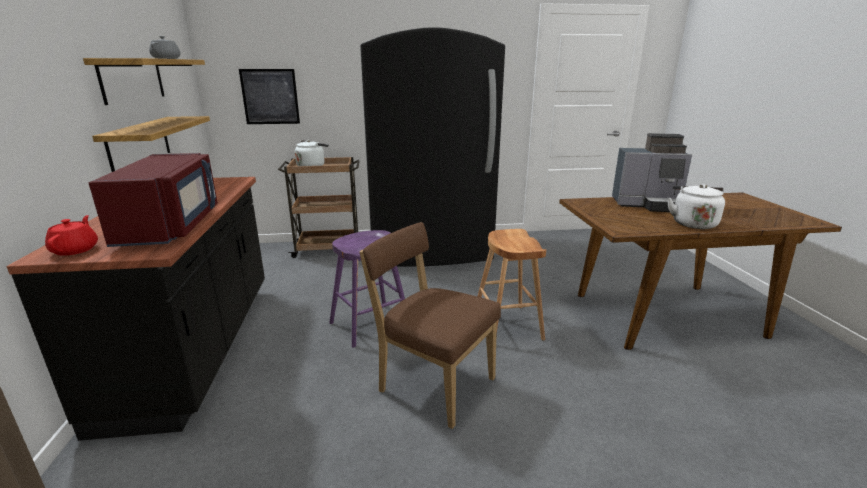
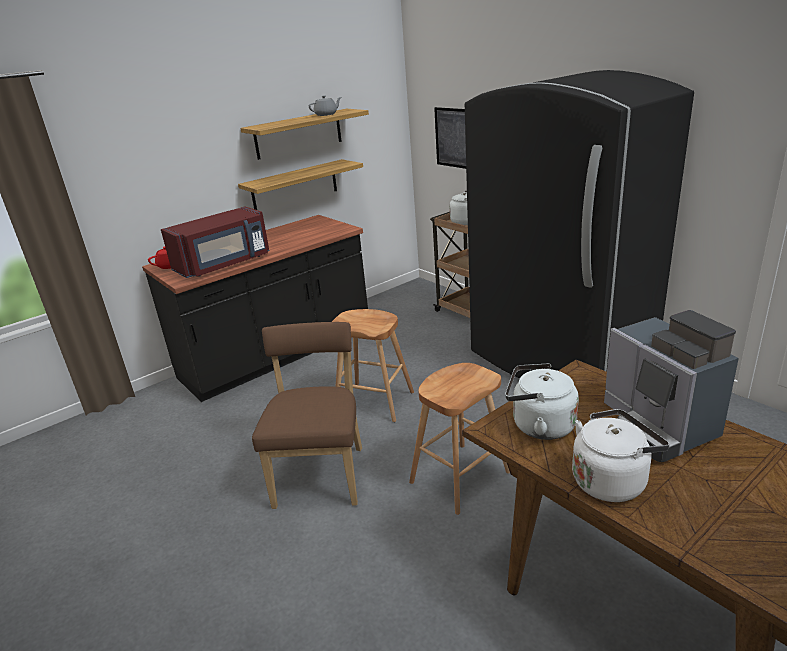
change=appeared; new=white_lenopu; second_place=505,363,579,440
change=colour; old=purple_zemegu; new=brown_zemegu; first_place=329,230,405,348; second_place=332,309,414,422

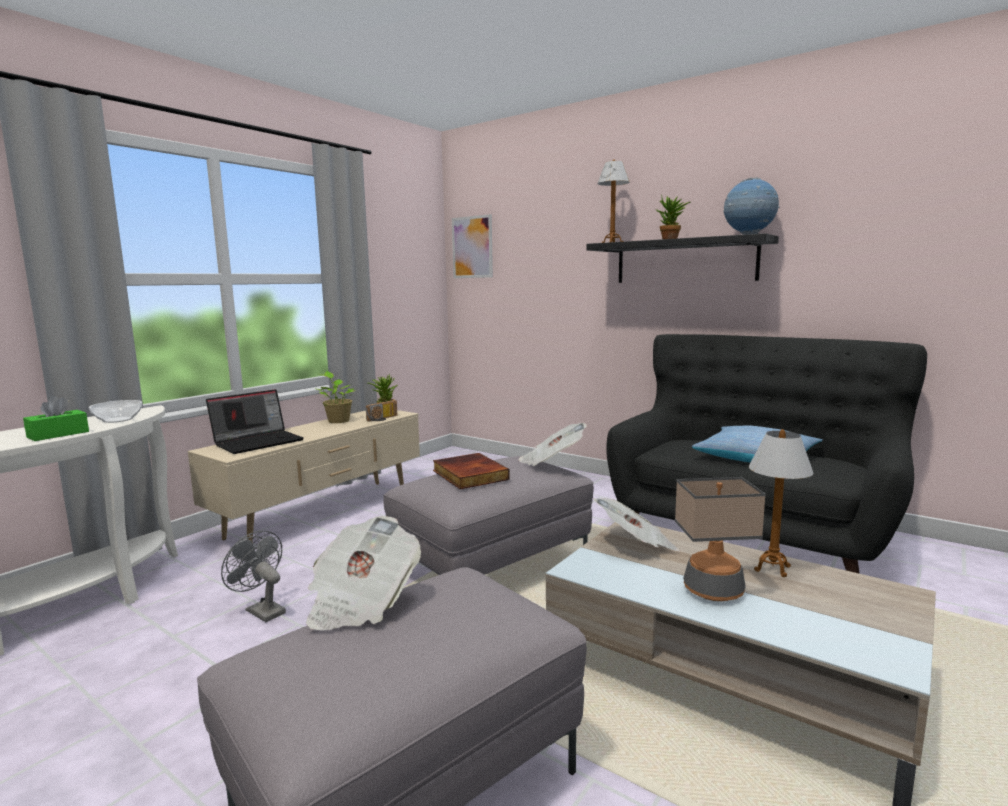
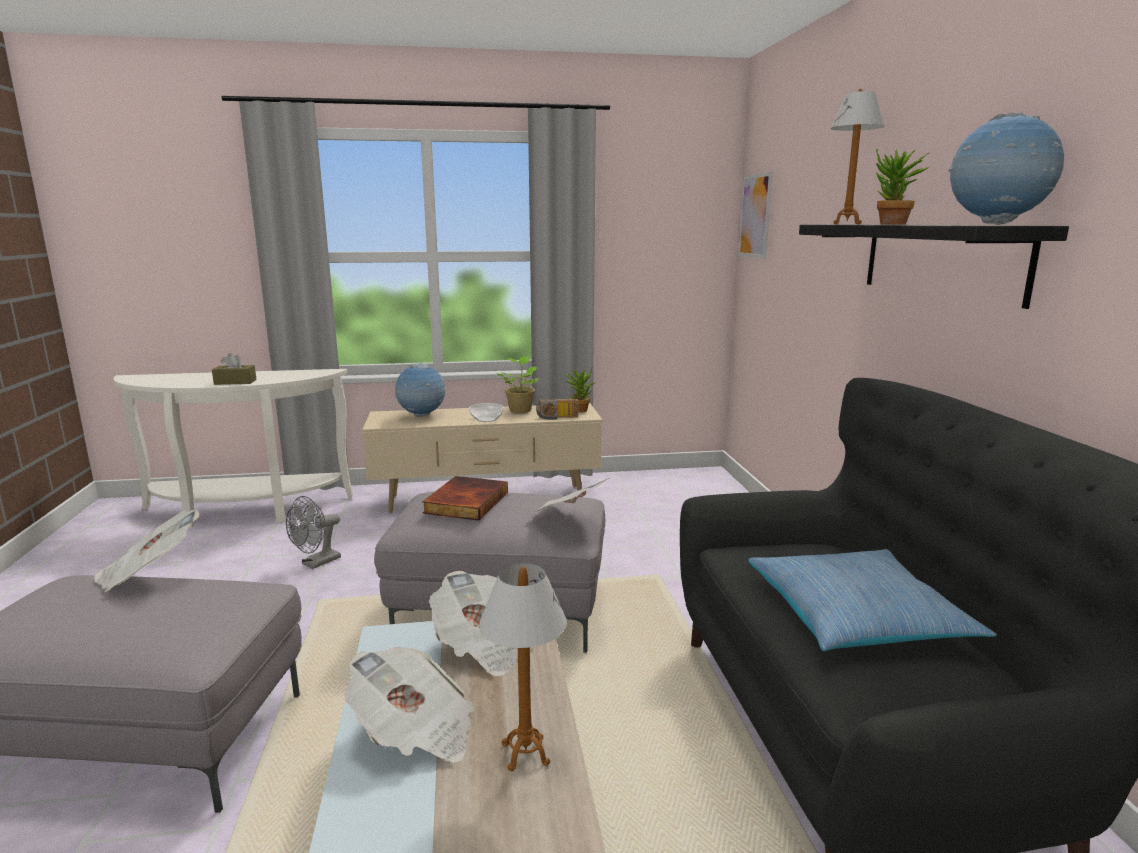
change=relocated; old=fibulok; first_place=89,400,142,423; second_place=469,403,504,422
change=exchanged; old=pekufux; new=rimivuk; first_place=206,389,304,454; second_place=395,363,445,417
change=exchanged; old=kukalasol; new=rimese; first_place=675,477,766,601; second_place=344,647,474,763
change=colour; old=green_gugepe; new=brown_gugepe; first_place=23,396,89,441; second_place=212,353,257,385
change=spun; old=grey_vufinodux; first_place=221,531,286,622; second_place=286,496,341,569; degrees=-135

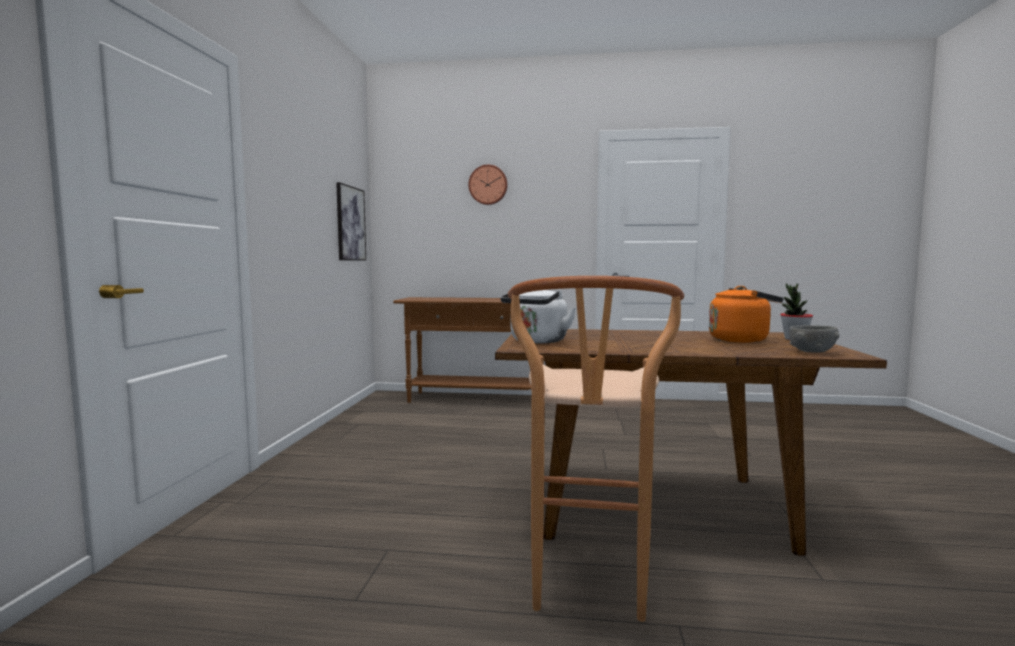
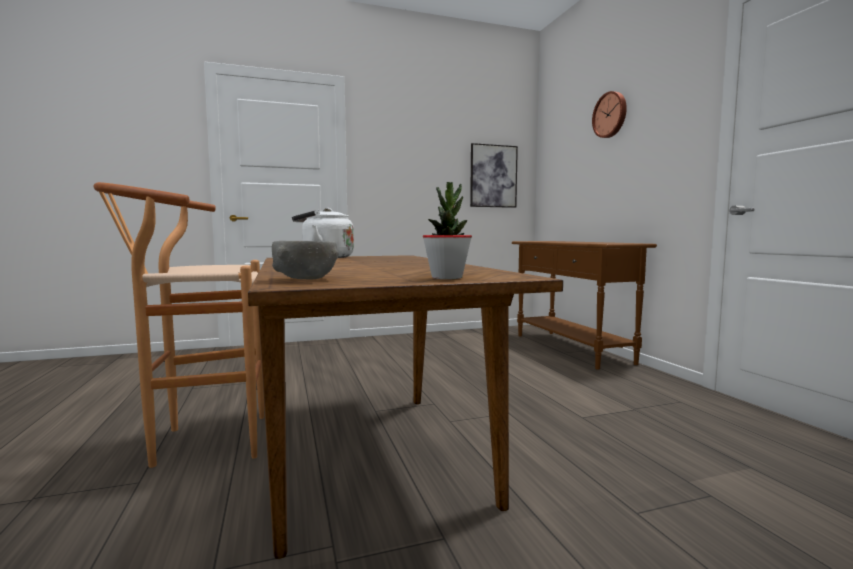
change=missing; old=orange_lenopu; first_place=709,286,784,343

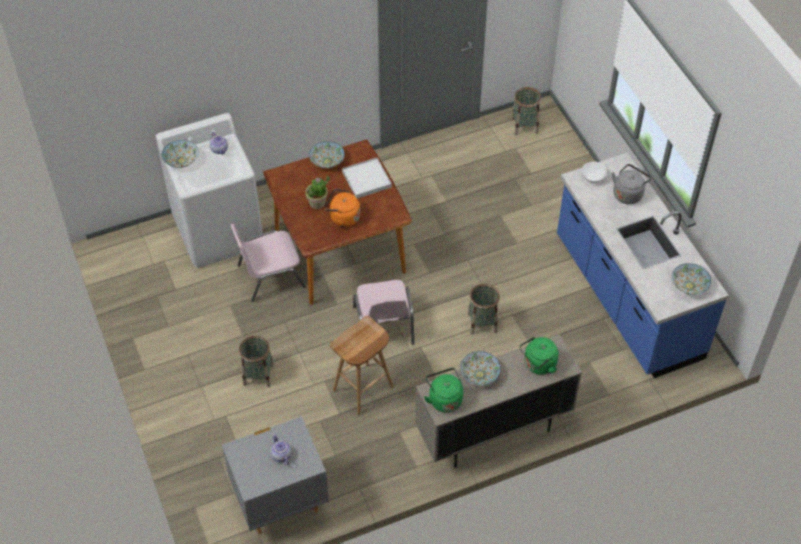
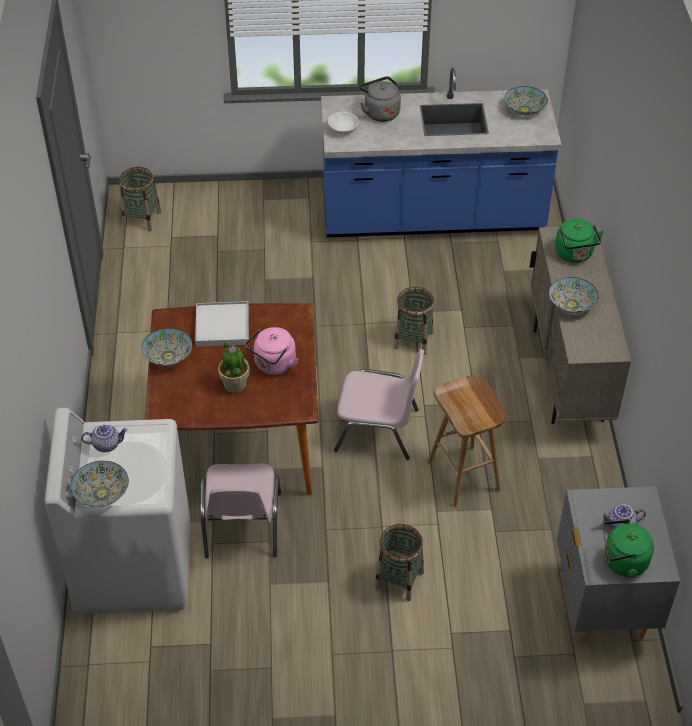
change=relocated; old=green_lenopu; first_place=424,368,463,412; second_place=602,519,654,578
change=colour; old=orange_lenopu; new=pink_lenopu; first_place=325,189,360,227; second_place=245,327,298,375

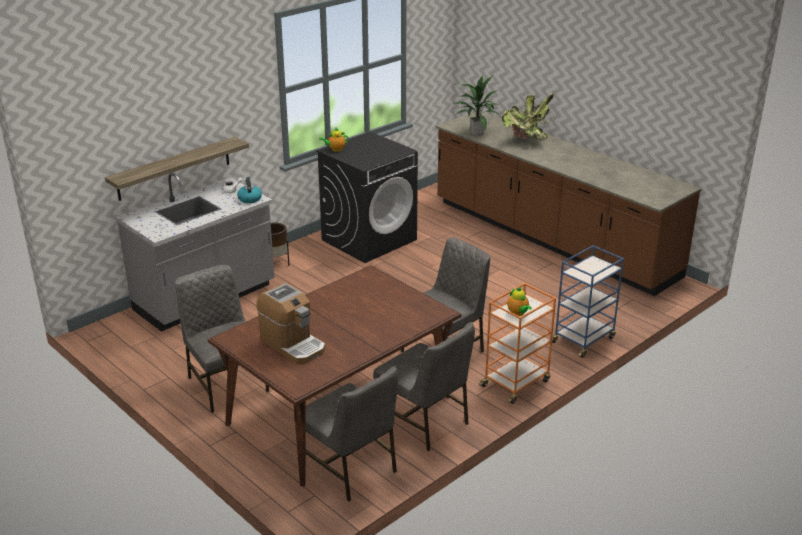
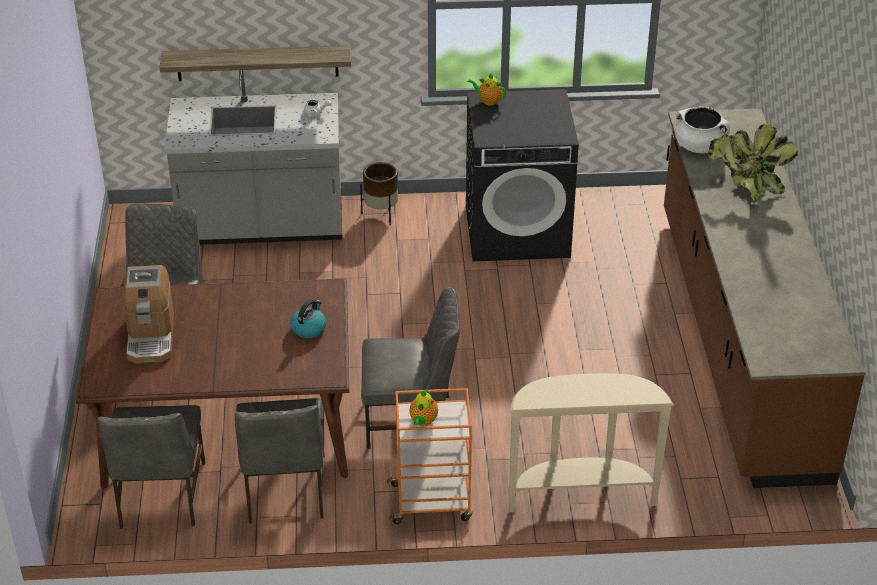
change=relocated; old=lenopu; first_place=237,177,262,203; second_place=290,299,326,338
change=exchanged; old=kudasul; new=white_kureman; first_place=453,75,500,136; second_place=675,107,730,153
change=exchanged; old=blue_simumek; new=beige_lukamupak; first_place=552,245,624,358; second_place=509,373,674,512

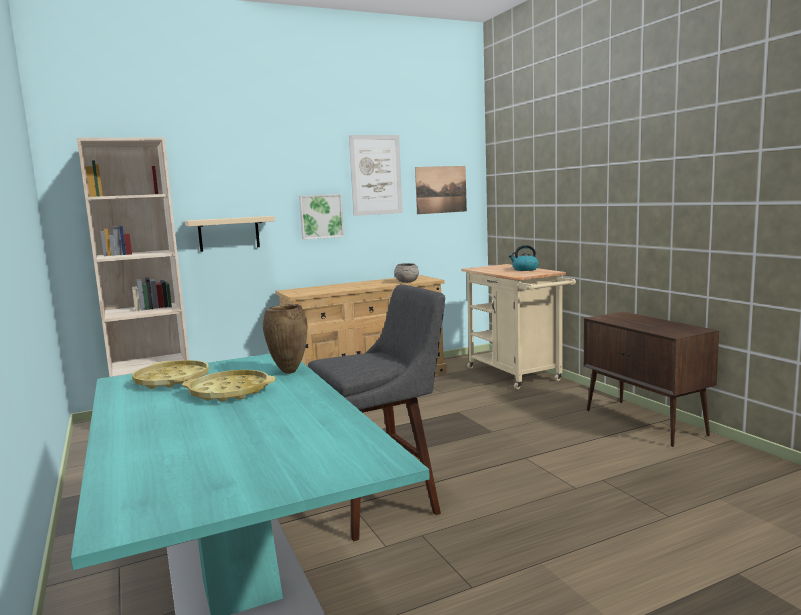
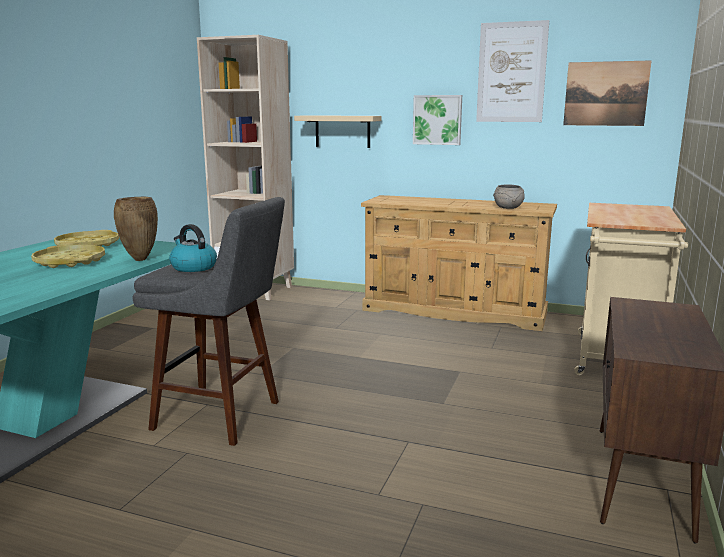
change=relocated; old=lenopu; first_place=509,245,539,271; second_place=169,224,217,272

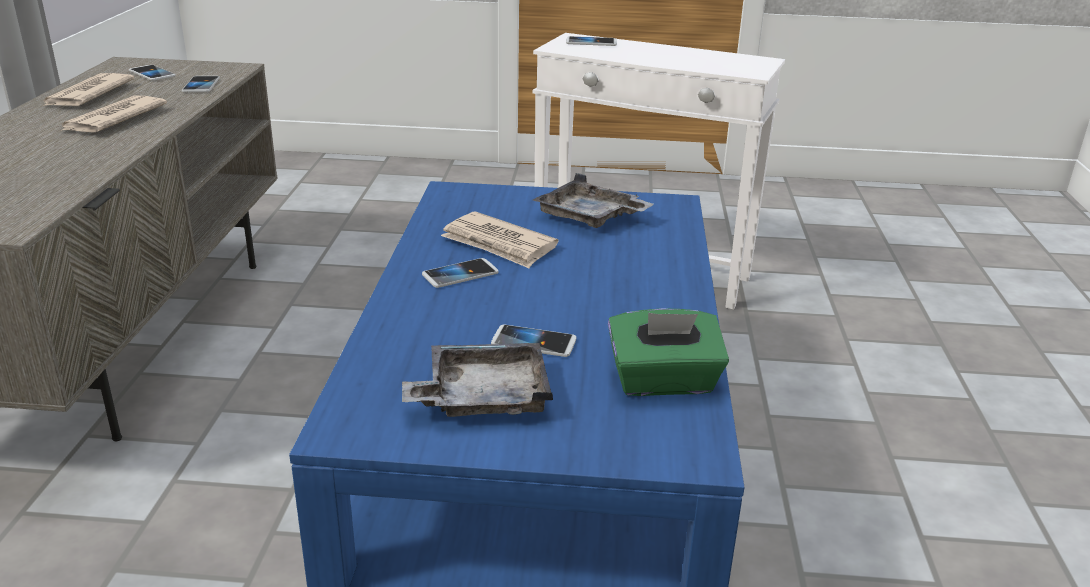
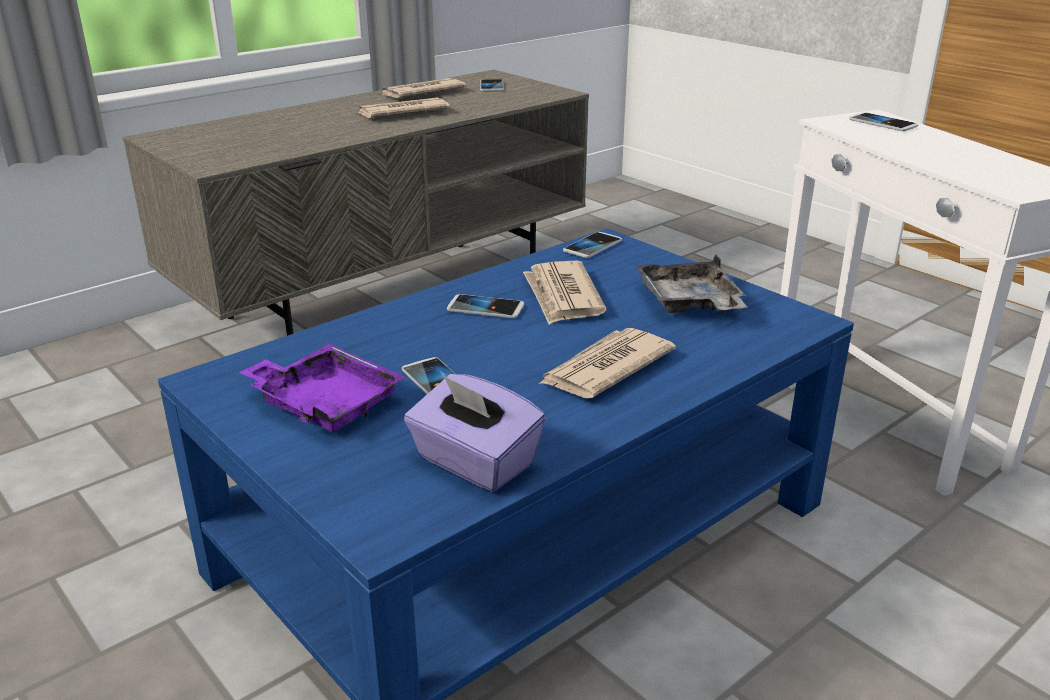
change=appeared; new=rimese; second_place=539,328,676,398
change=relocated; old=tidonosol; first_place=182,76,220,93; second_place=563,232,622,258
change=colour; old=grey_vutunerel; new=purple_vutunerel; first_place=402,343,553,417; second_place=239,344,406,432
change=colour; old=green_gugepe; new=purple_gugepe; first_place=608,308,729,396; second_place=404,374,546,492

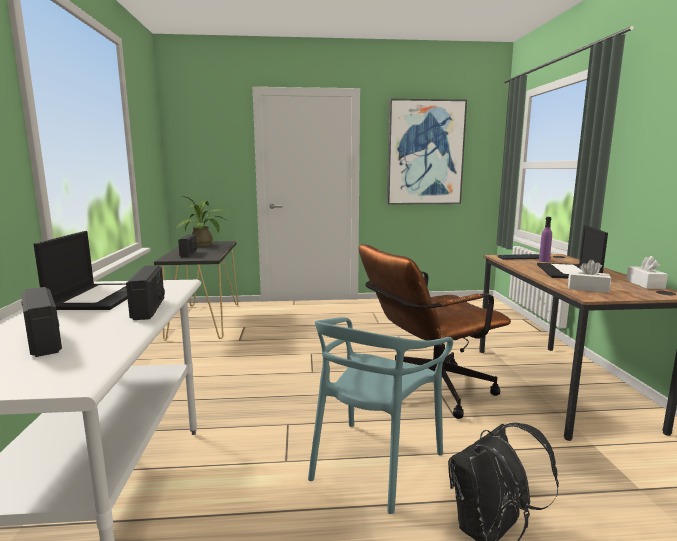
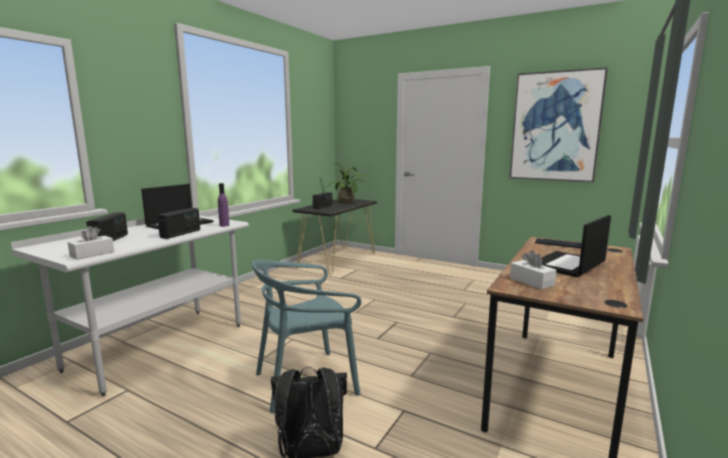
change=missing; old=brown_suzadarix; first_place=359,244,511,419
change=relocated; old=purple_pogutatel; first_place=539,217,552,262; second_place=218,183,229,227
change=relocated; old=white_gugepe; first_place=626,256,668,289; second_place=67,226,114,260

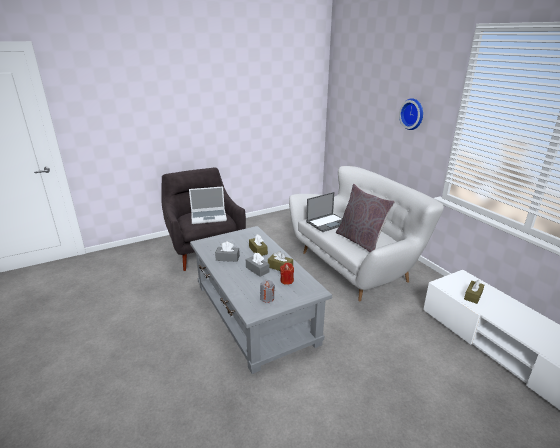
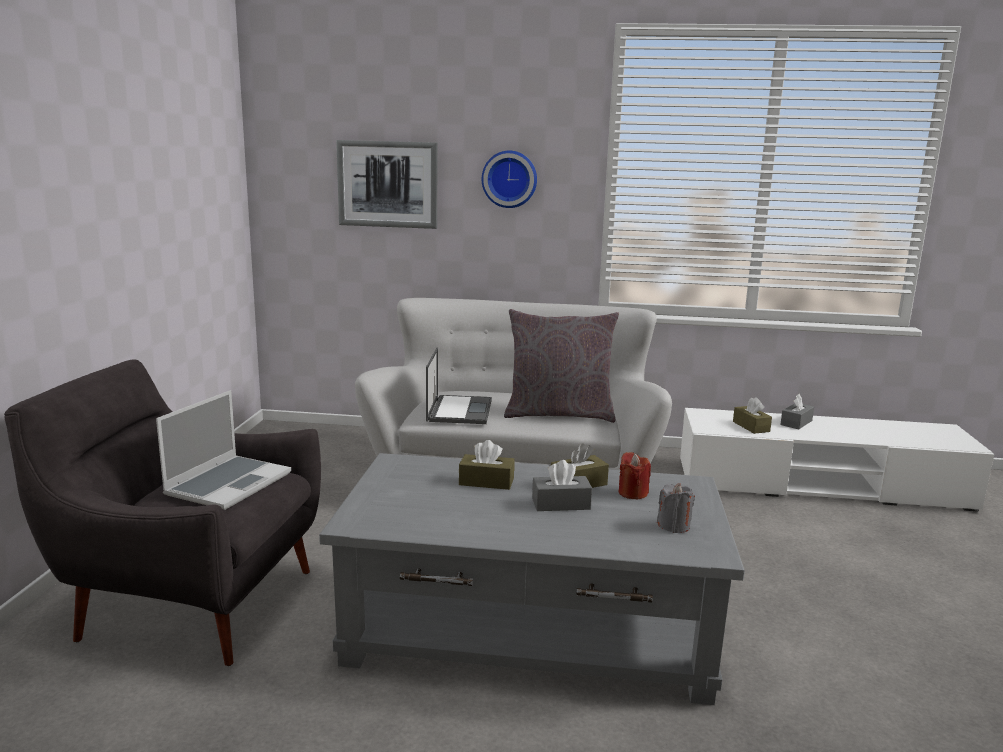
change=appeared; new=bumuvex; second_place=336,140,437,229
change=relocated; old=grey_gugepe; first_place=215,241,240,262; second_place=780,394,814,429

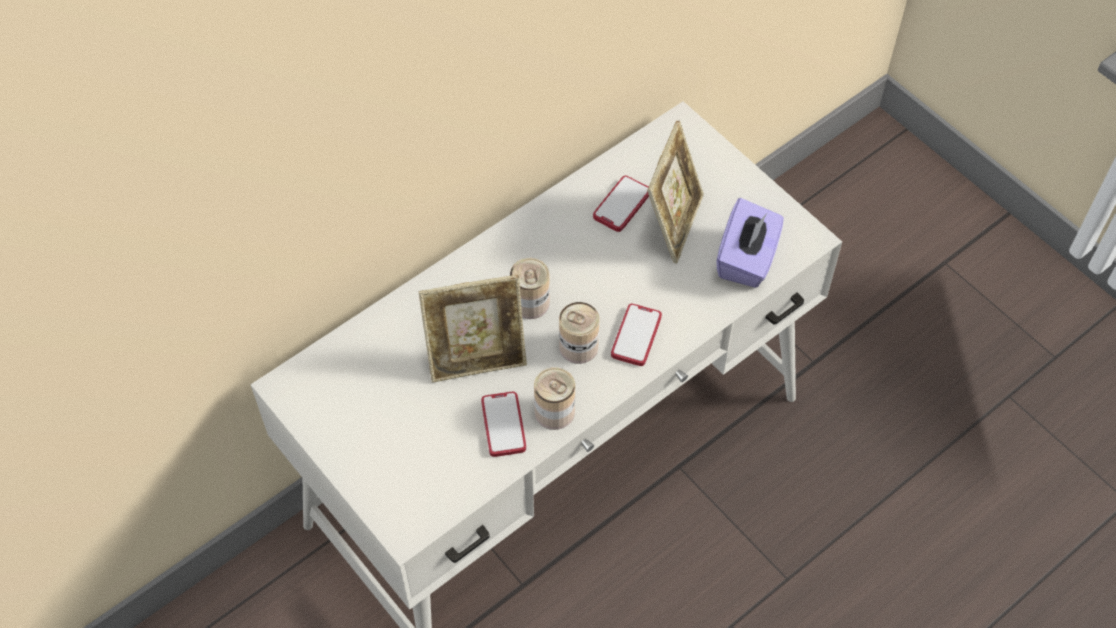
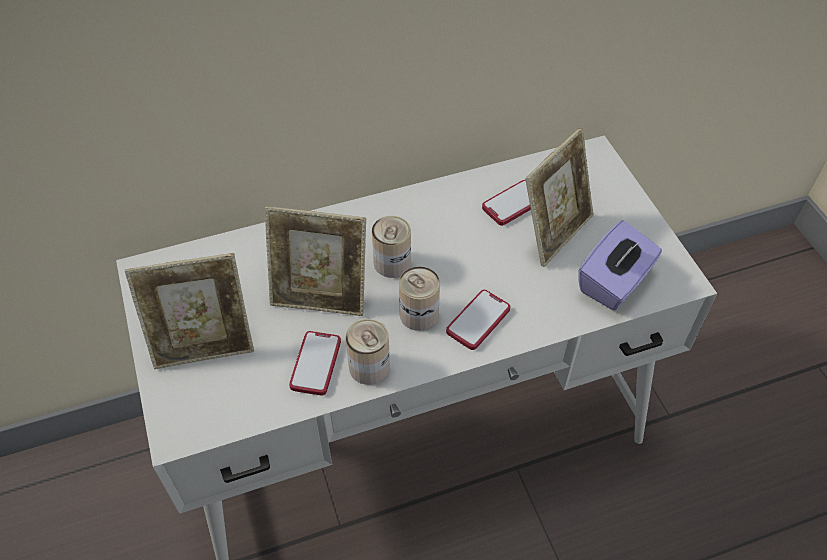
change=appeared; new=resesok; second_place=125,253,254,369

